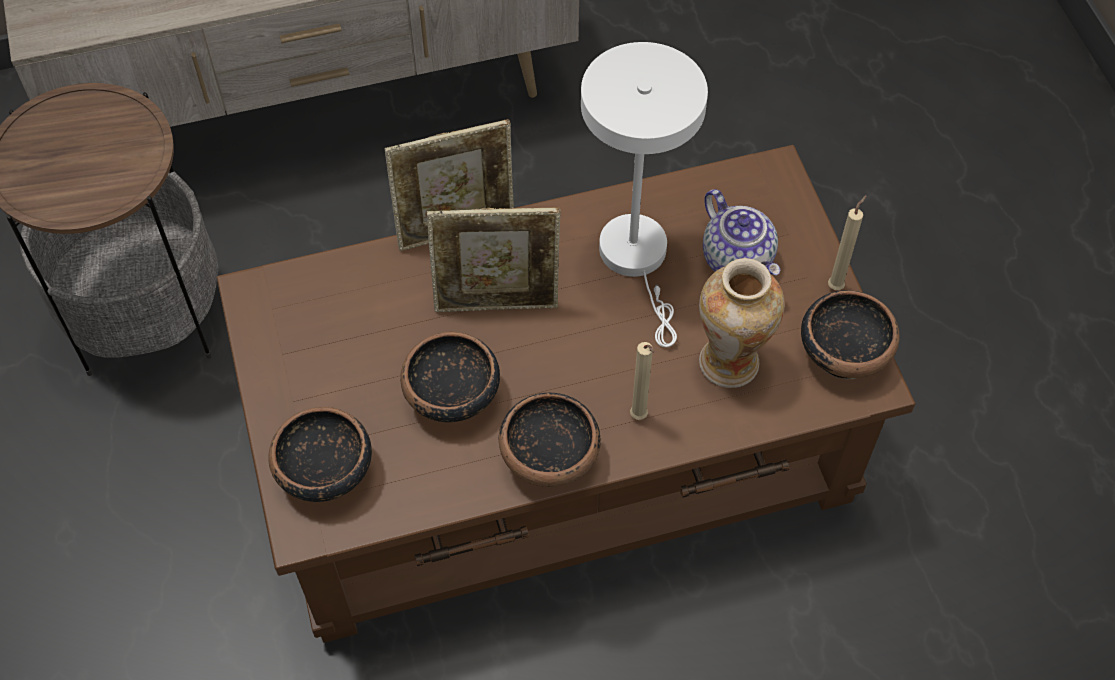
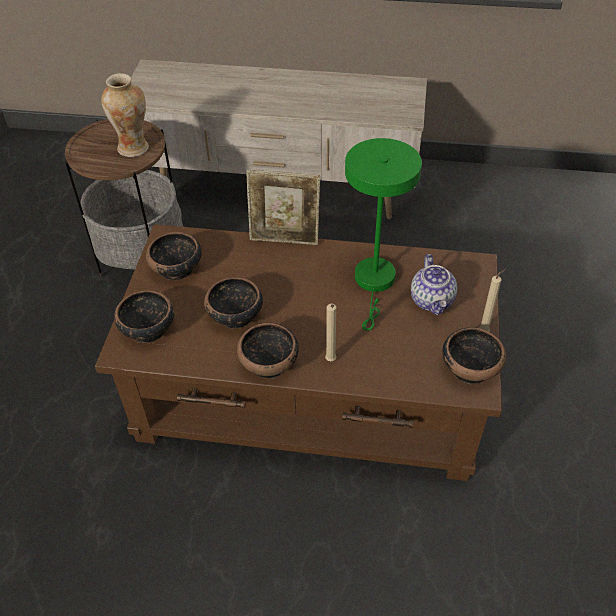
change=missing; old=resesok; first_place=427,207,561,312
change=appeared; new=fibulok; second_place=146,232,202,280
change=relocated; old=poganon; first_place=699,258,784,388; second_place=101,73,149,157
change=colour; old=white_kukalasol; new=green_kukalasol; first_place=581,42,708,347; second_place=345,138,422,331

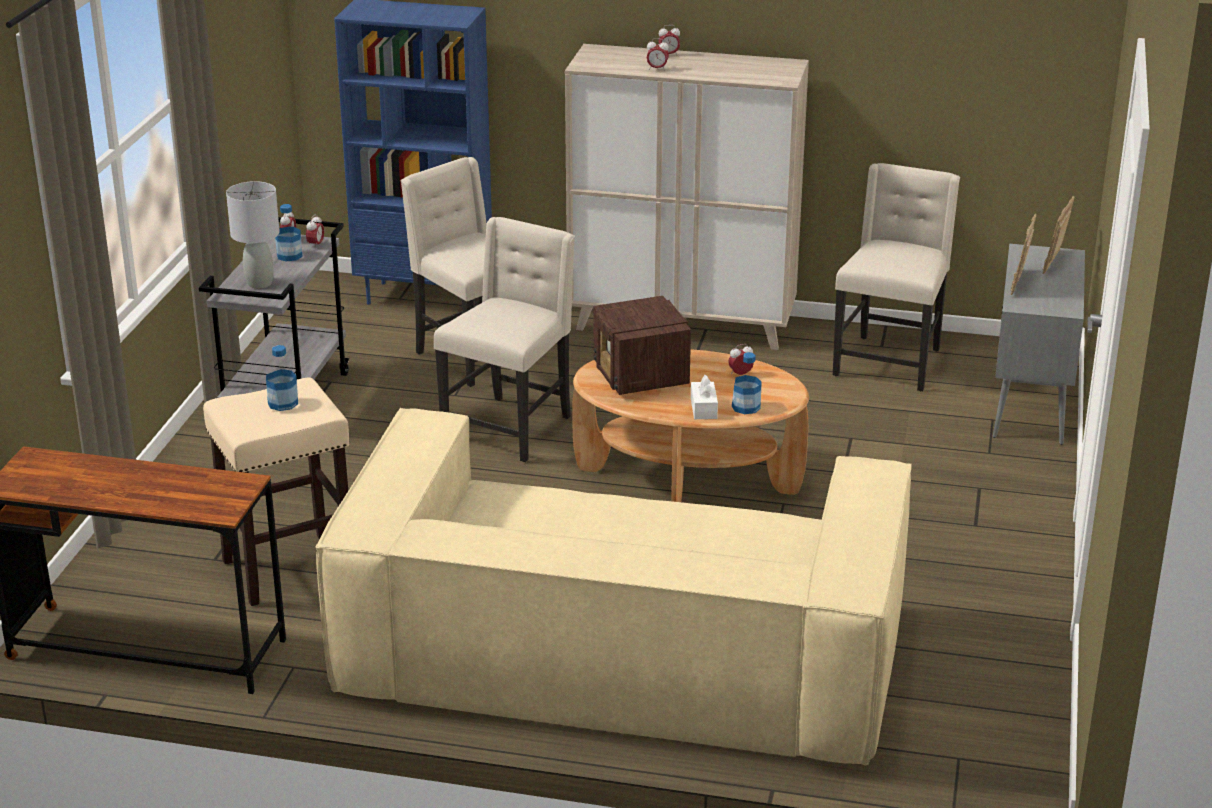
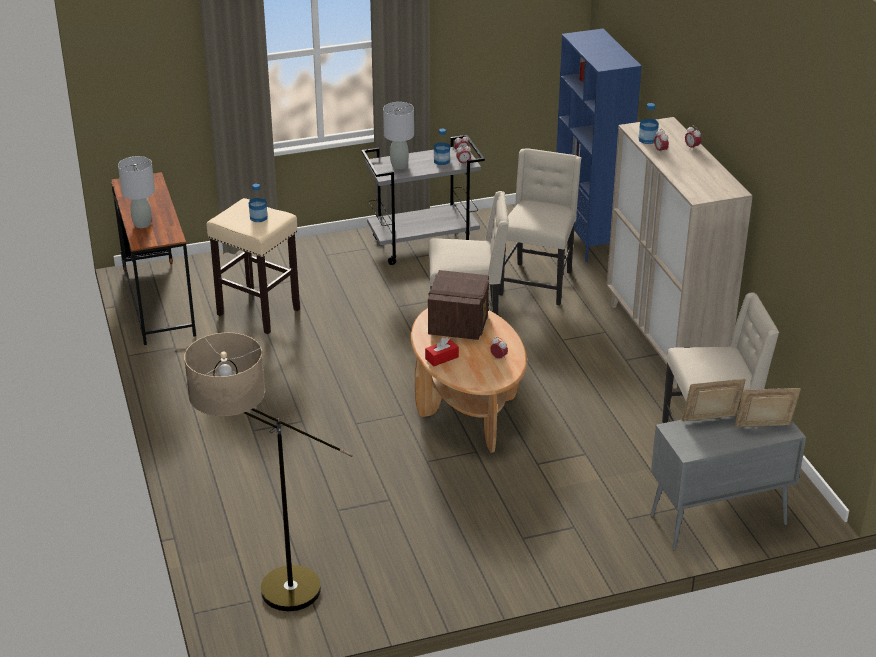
change=missing; old=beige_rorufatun; first_place=315,408,911,766
change=appeared; new=grey_kukalasol; second_place=118,156,155,228
change=appeared; new=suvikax; second_place=184,332,353,611
change=relocated; old=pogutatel; first_place=732,352,762,414; second_place=639,103,659,144
change=colour; old=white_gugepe; new=red_gugepe; first_place=691,375,718,419; second_place=425,337,459,366
change=spun; old=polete; first_place=594,296,691,395; second_place=428,270,489,340; degrees=150

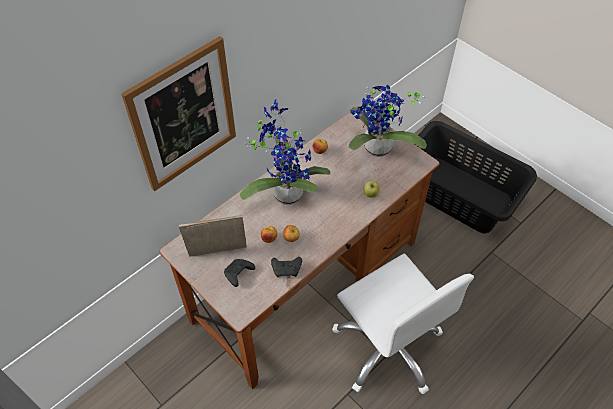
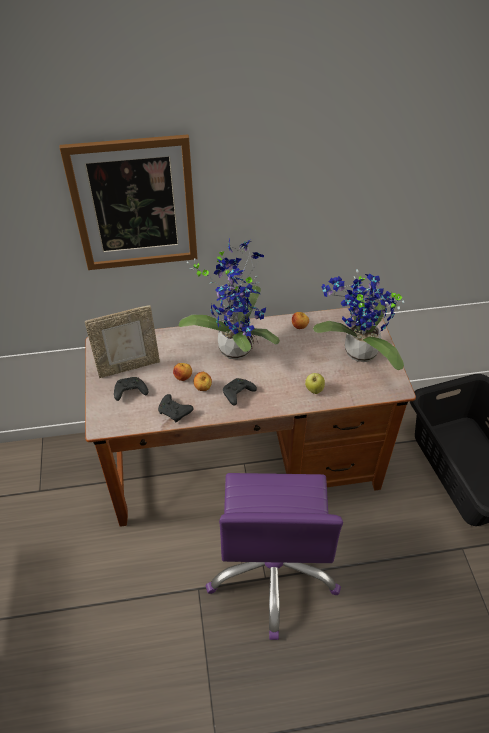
change=appeared; new=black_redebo; second_place=223,378,257,406
change=colour; old=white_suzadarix; new=purple_suzadarix; first_place=332,254,474,394; second_place=205,473,343,640
change=spun; old=resesok; first_place=179,215,247,257; second_place=85,305,160,378; degrees=135

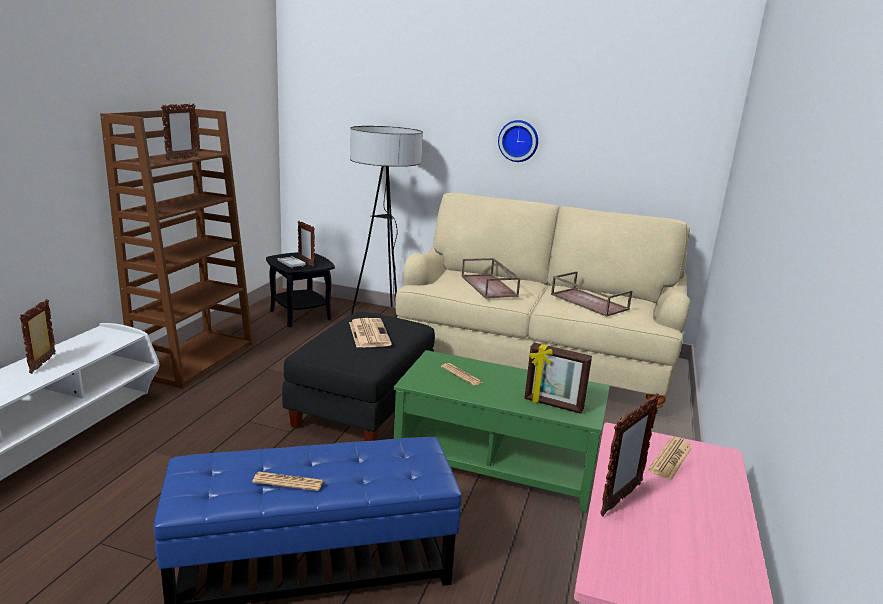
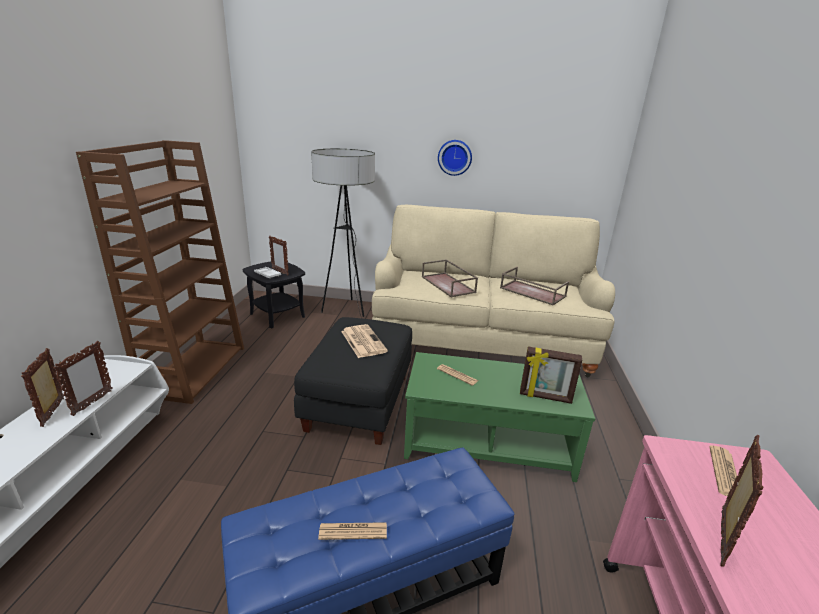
change=relocated; old=resesok; first_place=161,103,199,160; second_place=53,341,113,416

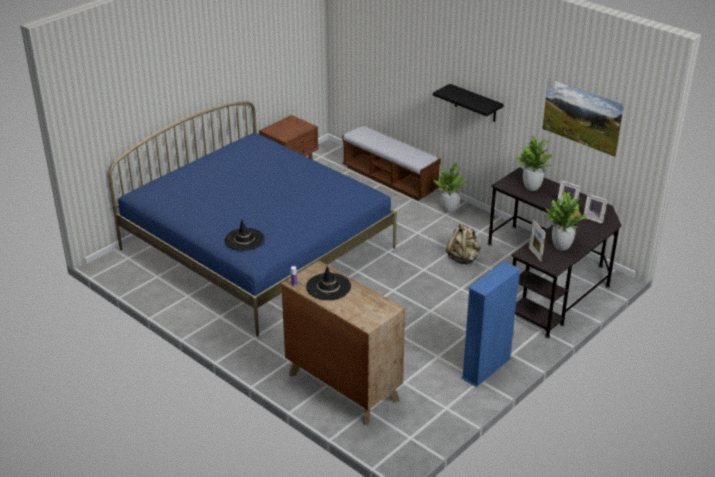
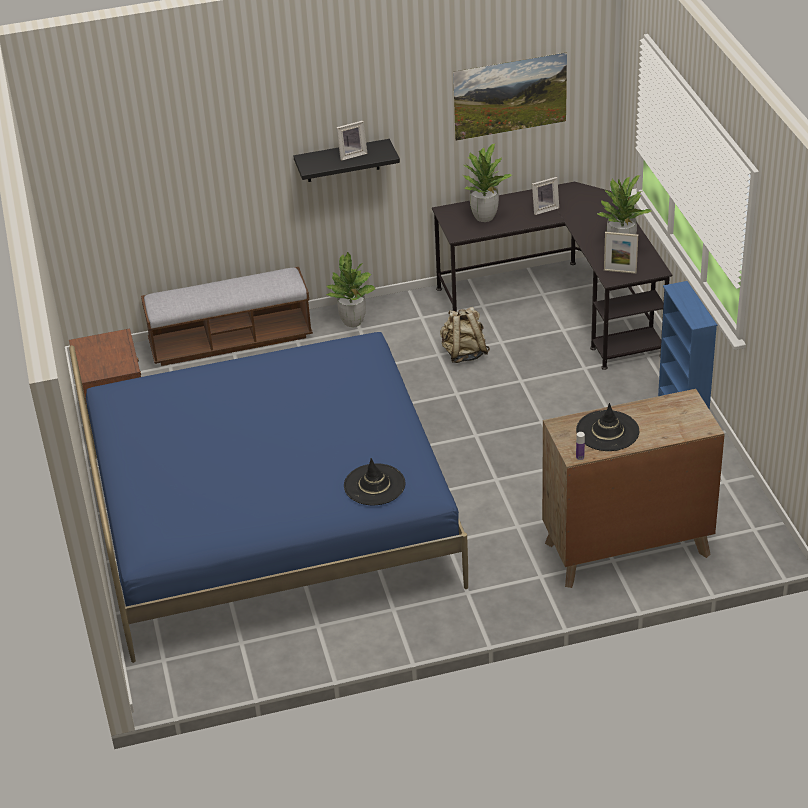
change=relocated; old=resesok; first_place=583,194,608,224; second_place=336,121,368,161

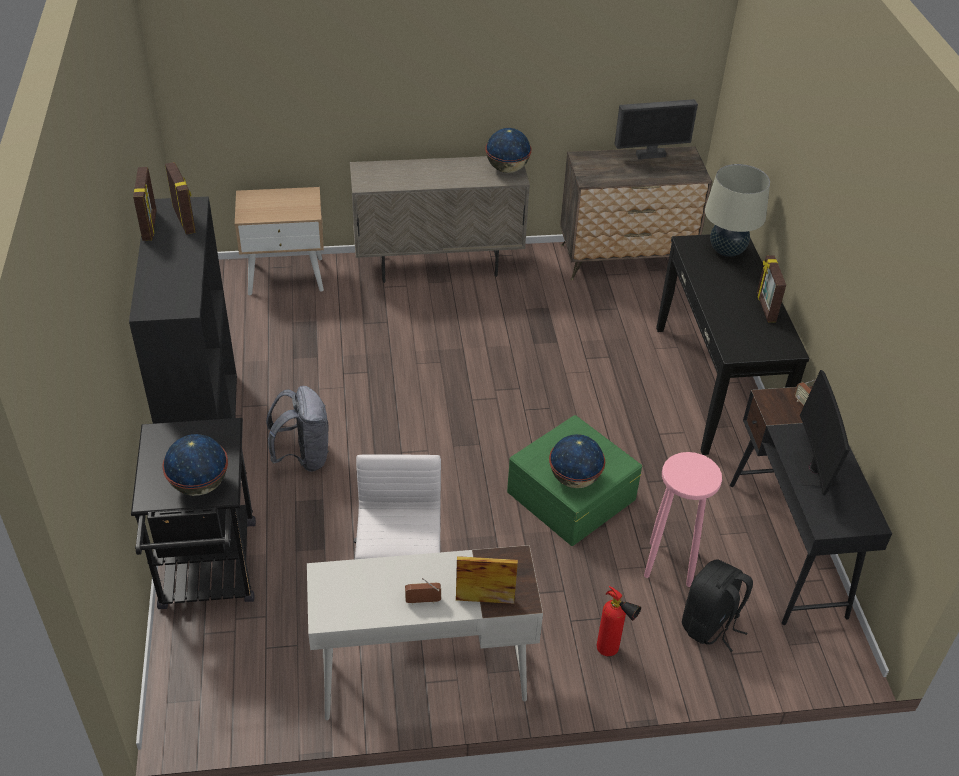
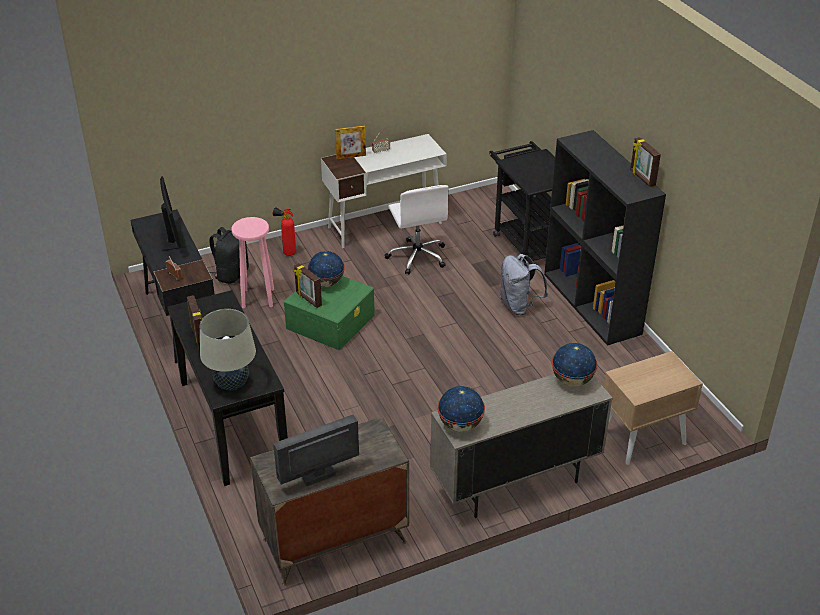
change=relocated; old=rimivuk; first_place=162,434,228,496; second_place=552,343,597,387
change=relocated; old=resesok; first_place=165,162,196,235; second_place=293,263,322,308

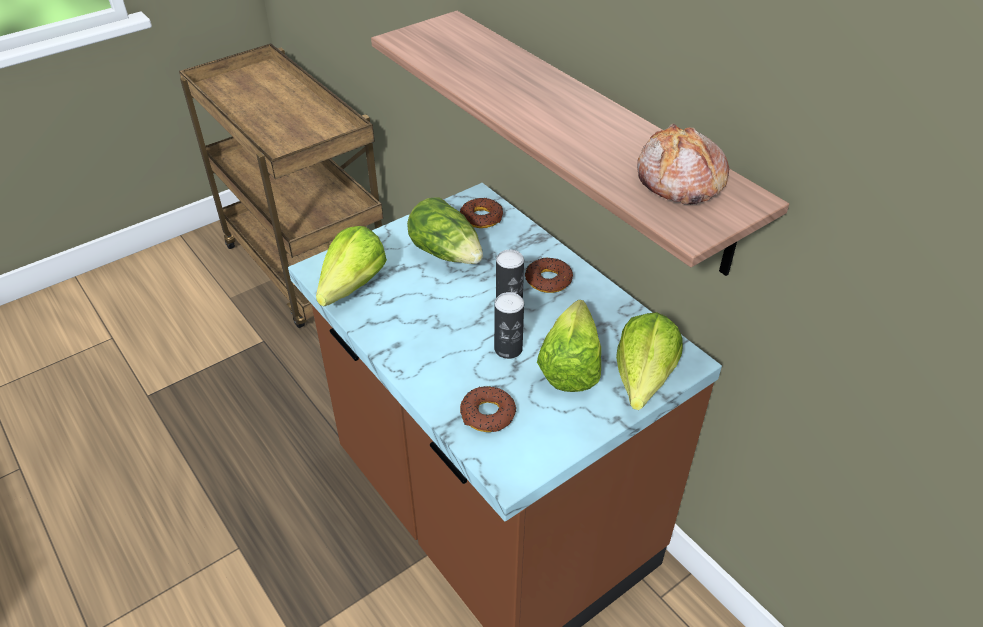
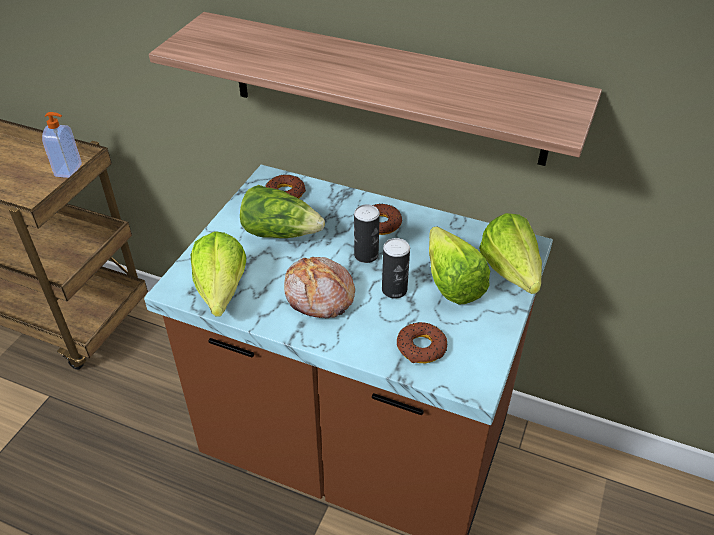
change=appeared; new=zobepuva; second_place=42,112,82,178
change=relocated; old=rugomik; first_place=637,124,729,204; second_place=284,257,355,318

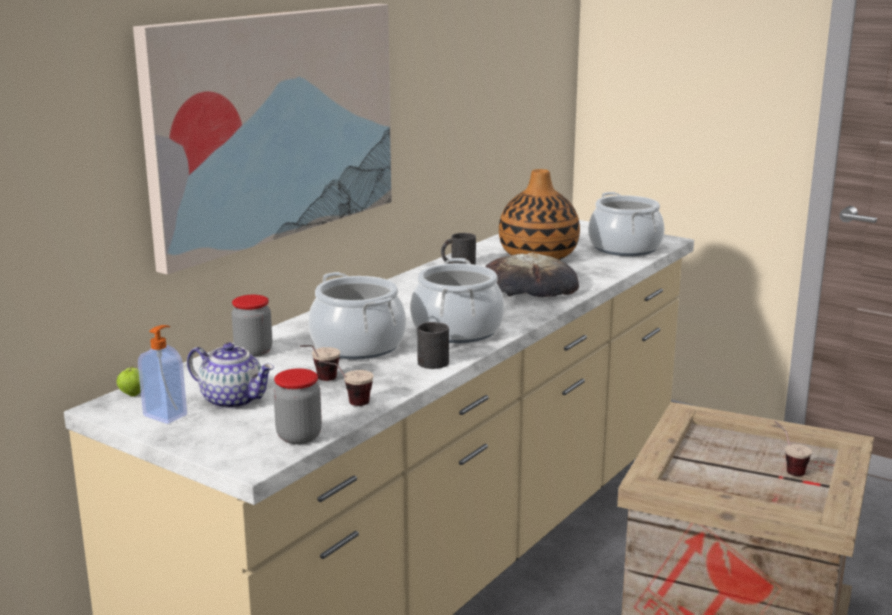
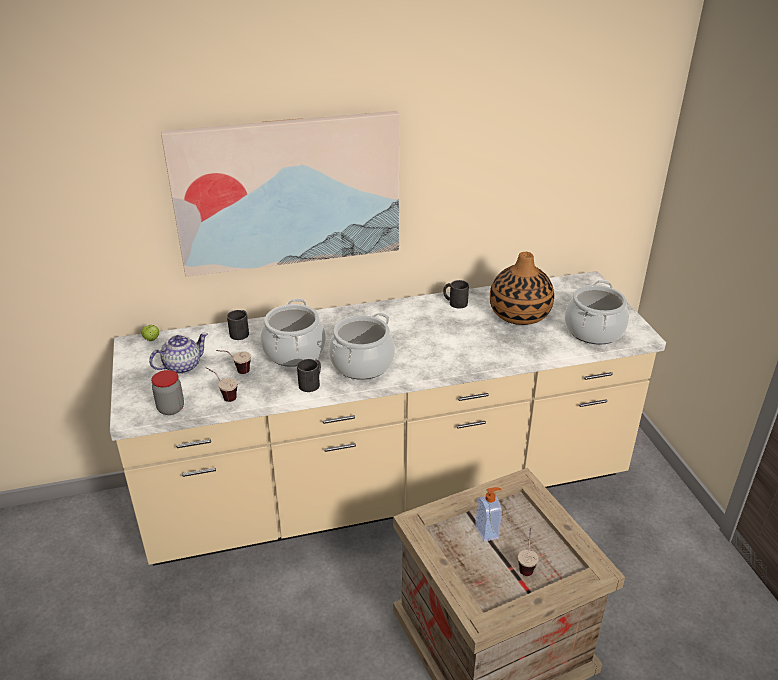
change=missing; old=rugomik; first_place=485,253,579,297
change=relocated; old=zobepuva; first_place=138,325,187,424; second_place=475,487,502,542
change=exchanged; old=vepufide; new=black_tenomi; first_place=231,295,272,357; second_place=227,310,249,340
change=spun; old=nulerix; first_place=187,343,274,409; second_place=149,332,208,374; degrees=-105

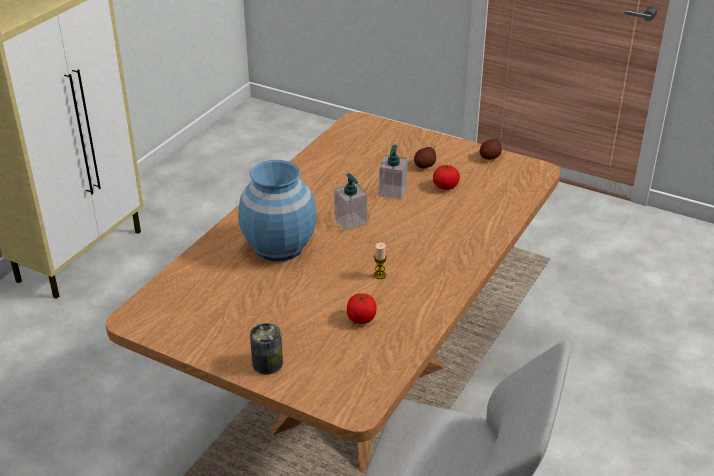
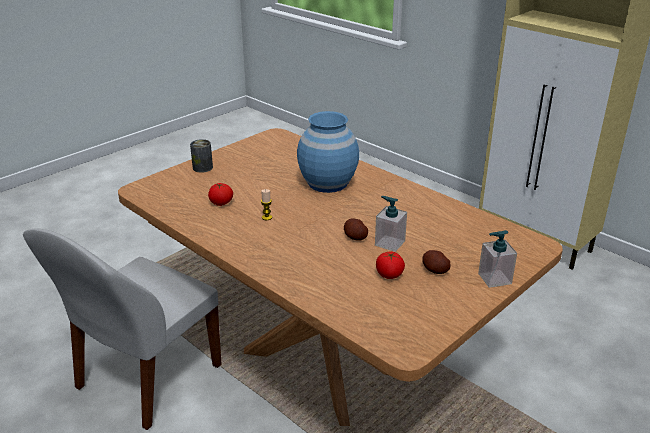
change=relocated; old=zobepuva; first_place=334,173,367,231; second_place=478,230,517,288
change=relocated; old=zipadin; first_place=480,139,502,160; second_place=344,218,368,241

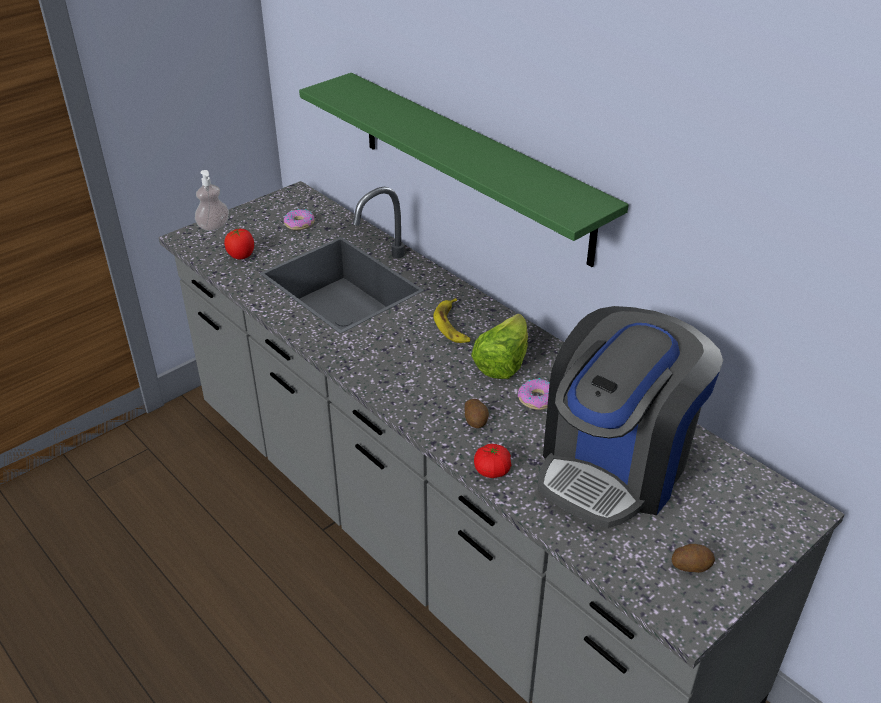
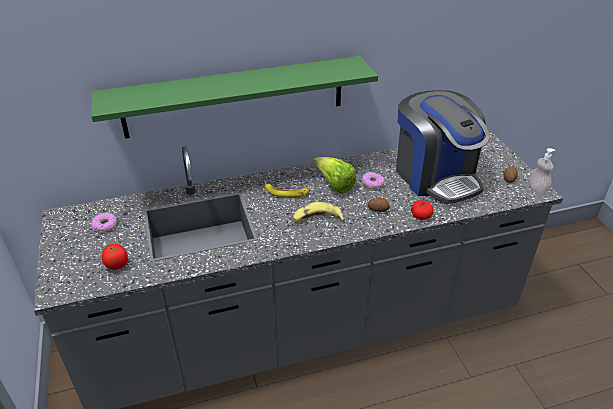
change=appeared; new=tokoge; second_place=293,202,345,223
change=relocated; old=zobepuva; first_place=195,170,229,231; second_place=529,148,556,194

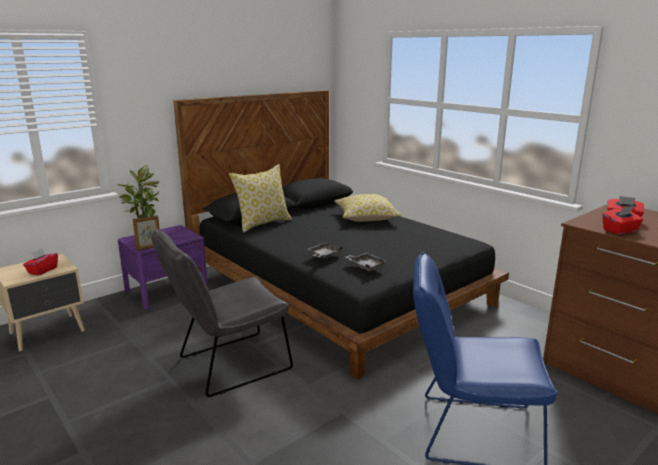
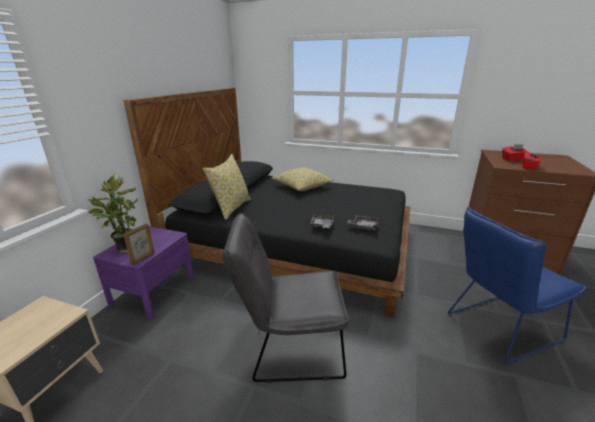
change=missing; old=red_gugepe; first_place=23,248,58,276
change=spun; old=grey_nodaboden; first_place=151,228,293,397; second_place=222,213,350,383; degrees=60

